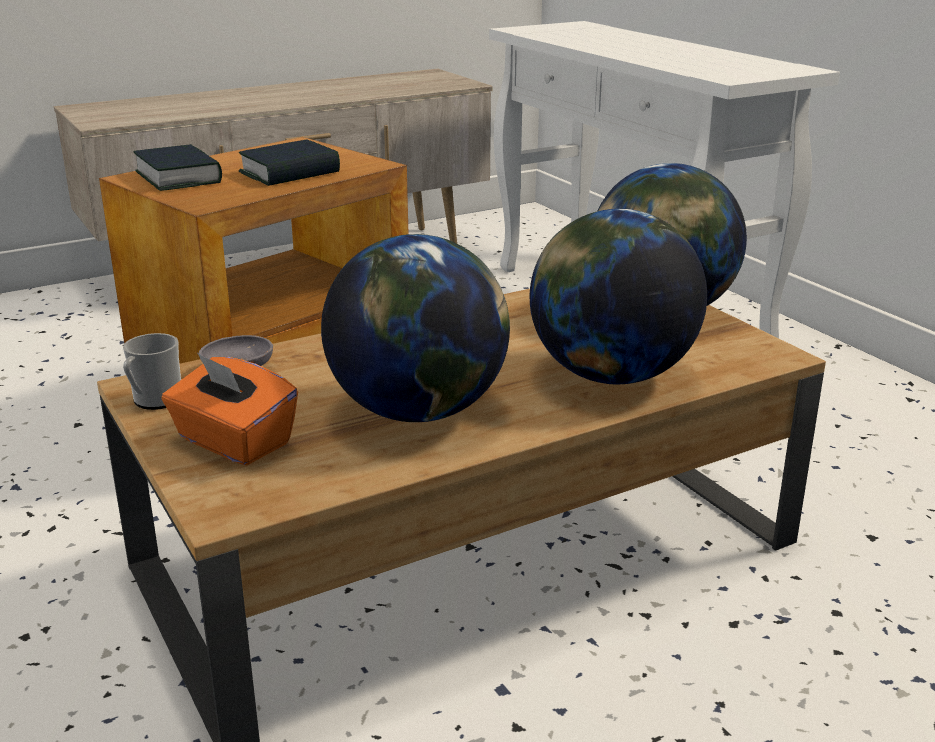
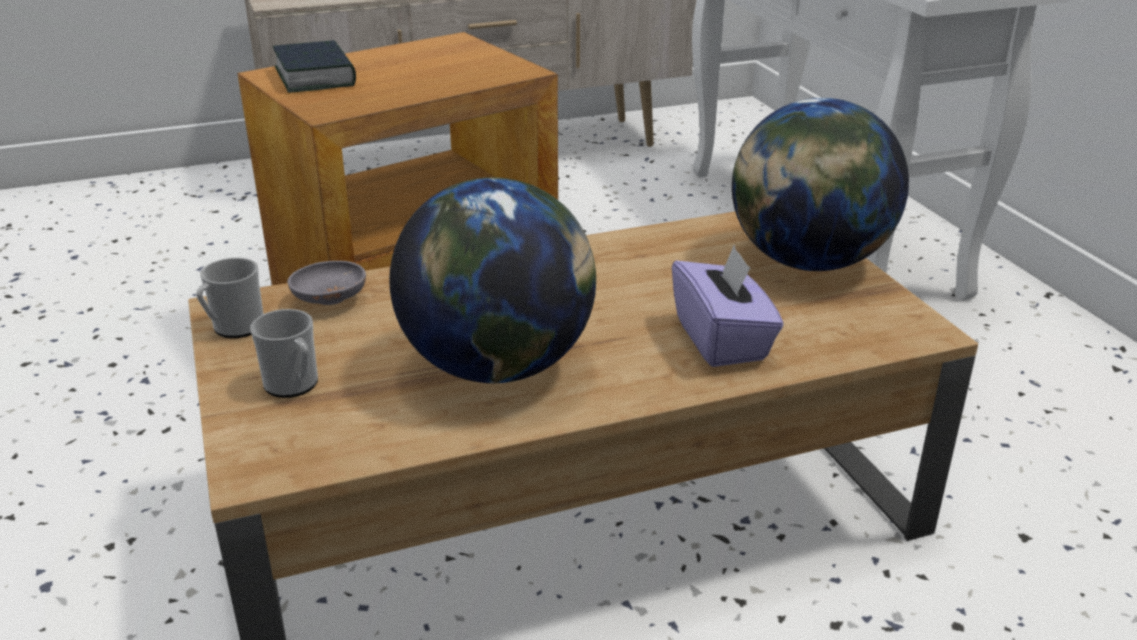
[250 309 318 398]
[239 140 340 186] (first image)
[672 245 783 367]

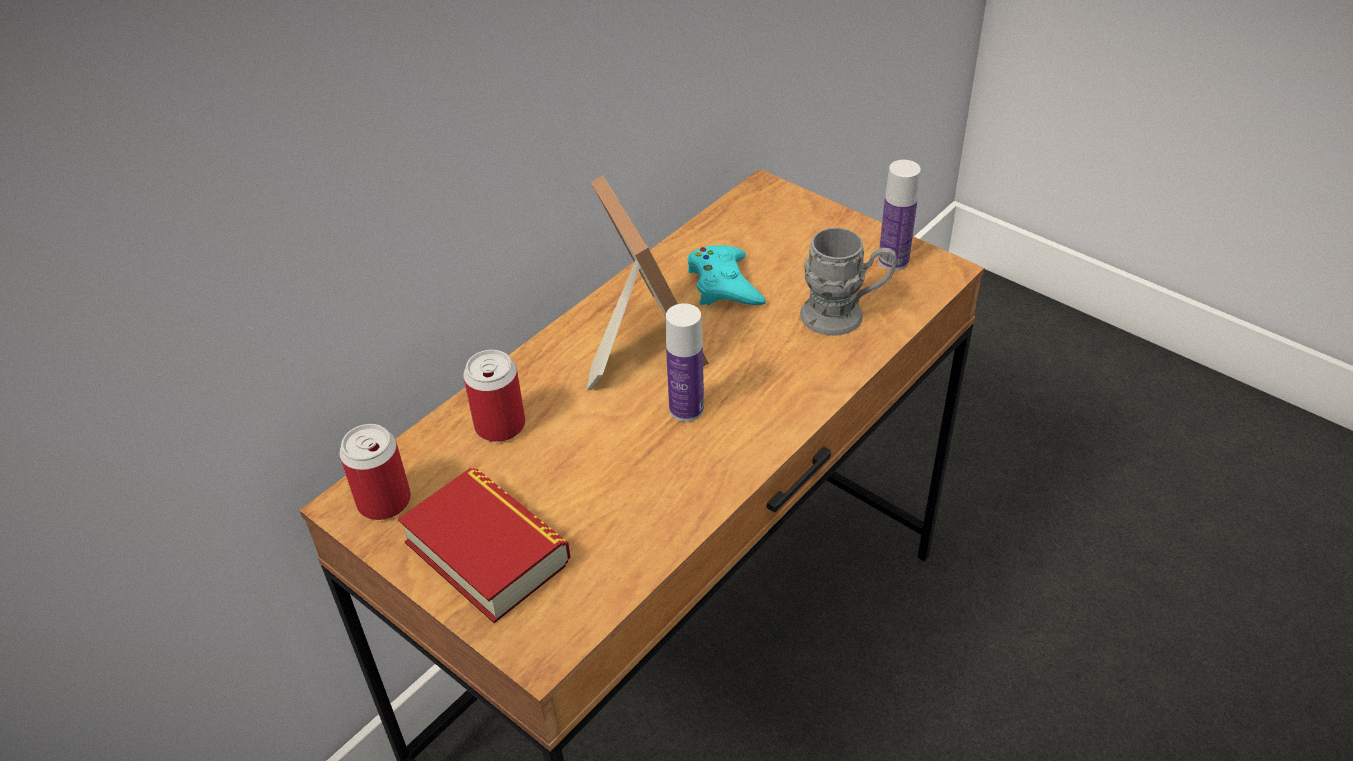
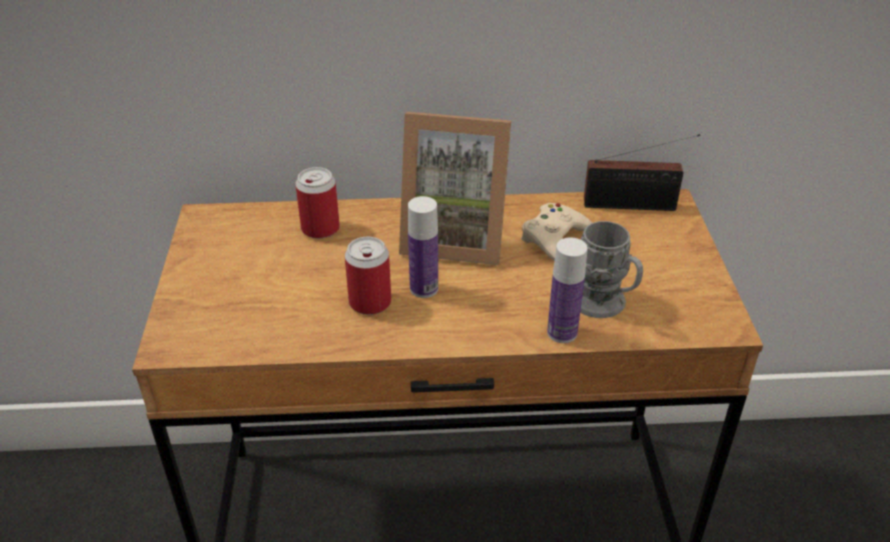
[345 237 391 315]
[398 468 571 623] (first image)
[399 112 511 265]
[521 203 592 260]
[547 238 588 343]
[584 134 700 211]

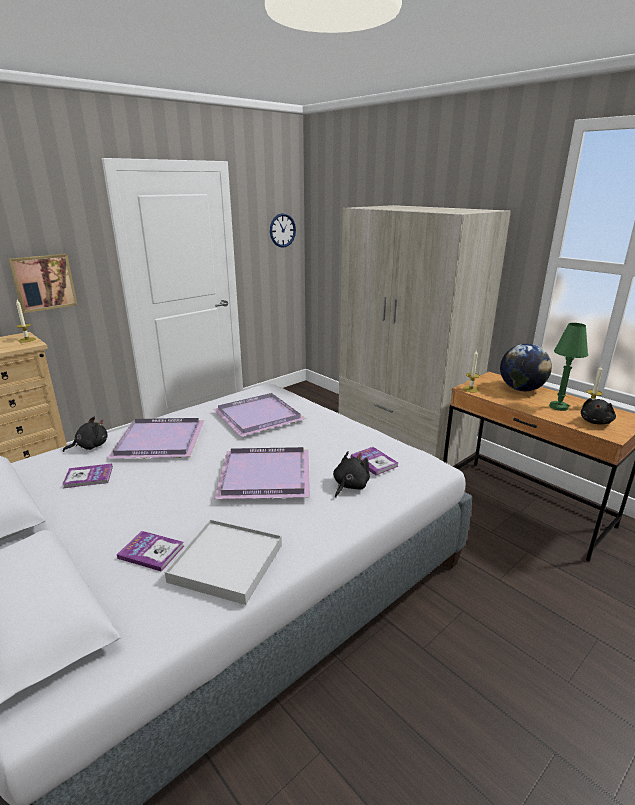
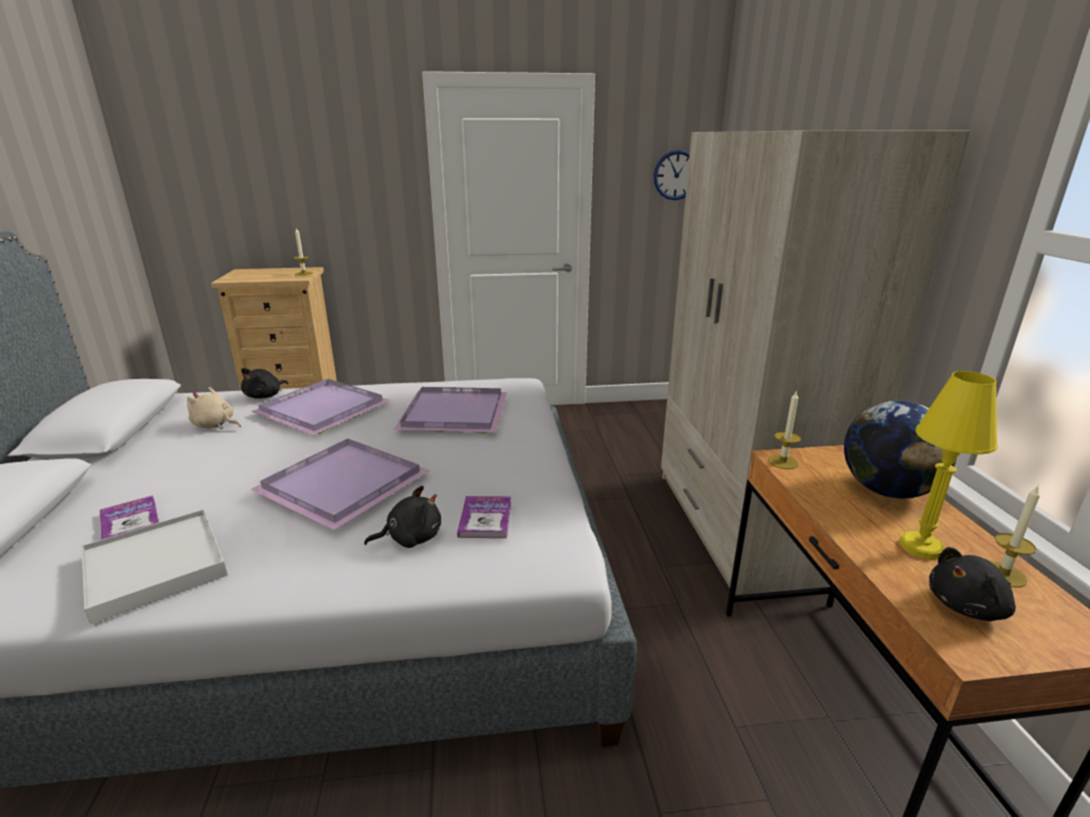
[9 254 77 313] (first image)
[187 387 241 429]
[241 368 288 399]
[900 371 998 559]

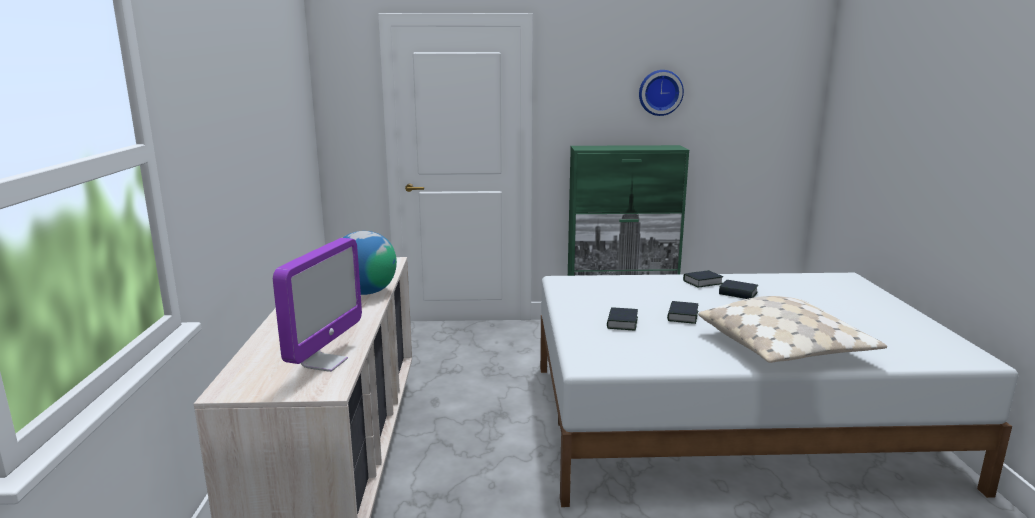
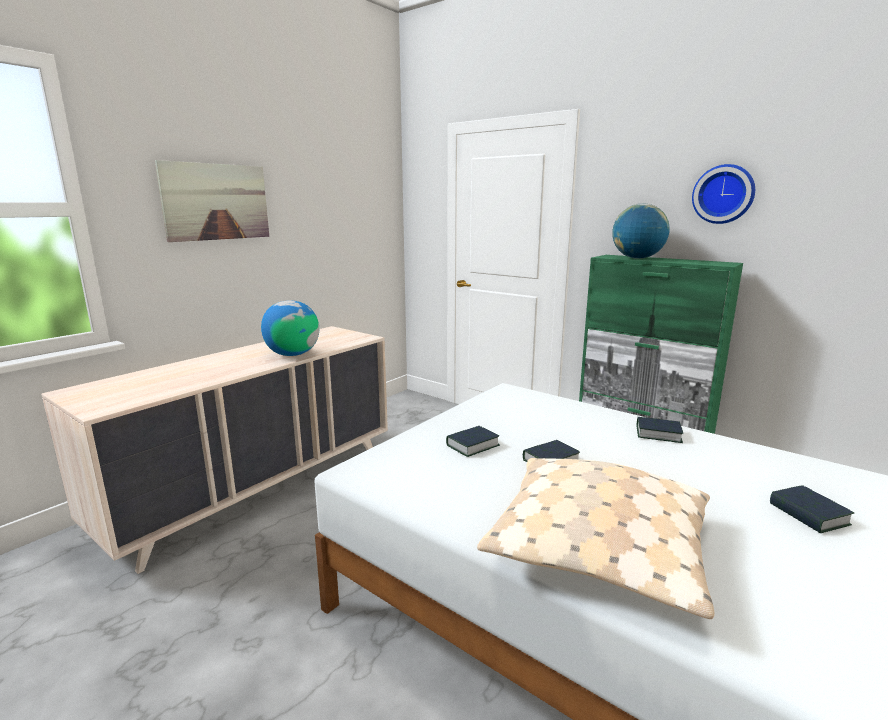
[273 238 362 372] (first image)
[770 485 854 533]
[155 160 269 242]
[612 203 670 259]

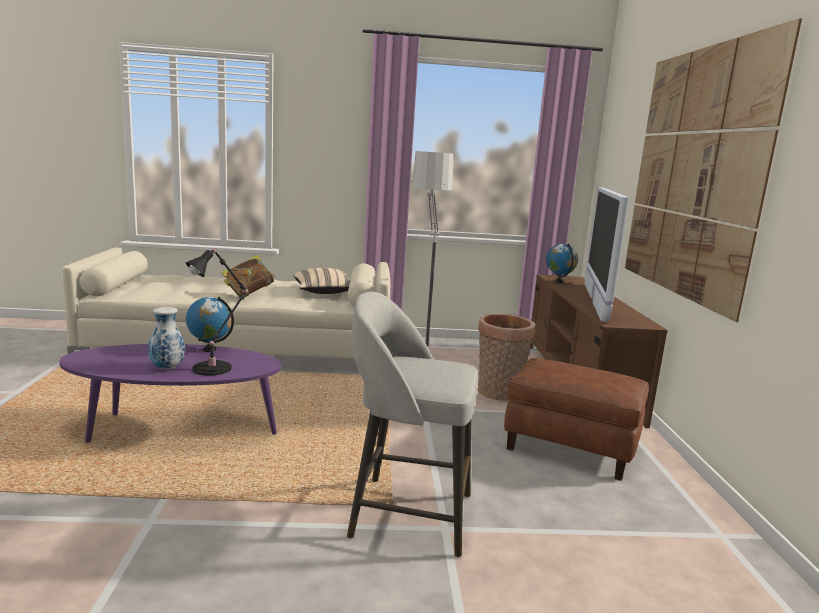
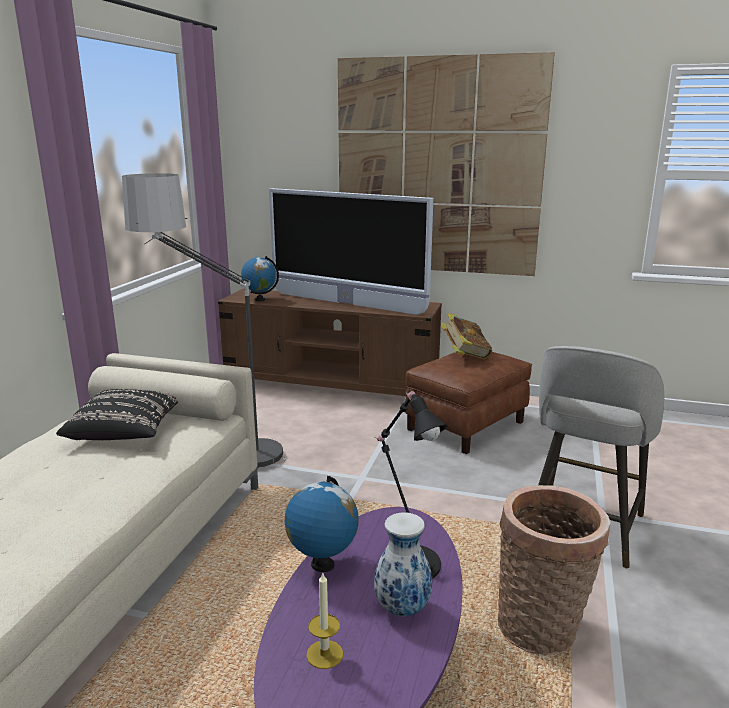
[441 313 492 359]
[56 389 178 440]
[498 485 611 655]
[306 573 343 669]

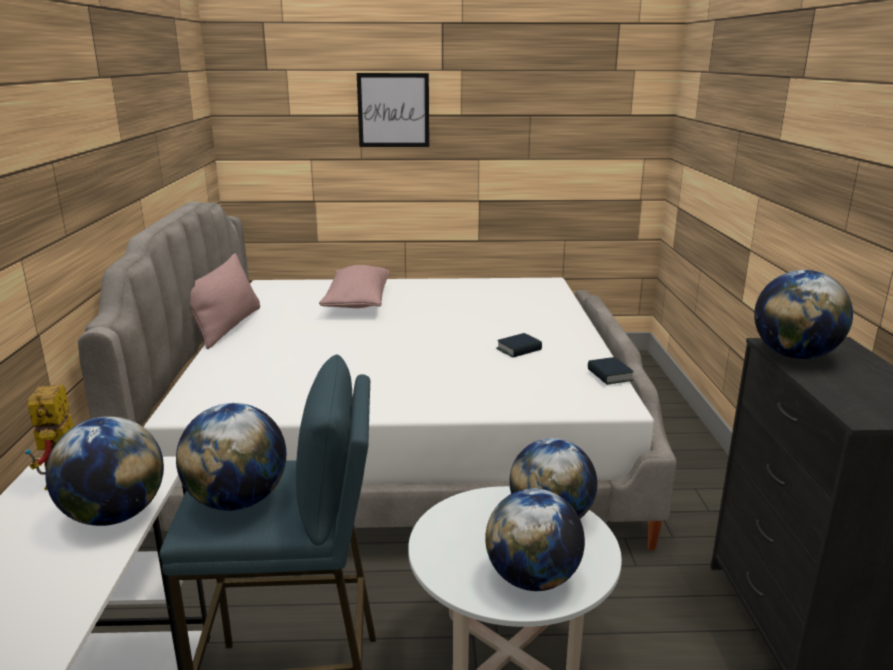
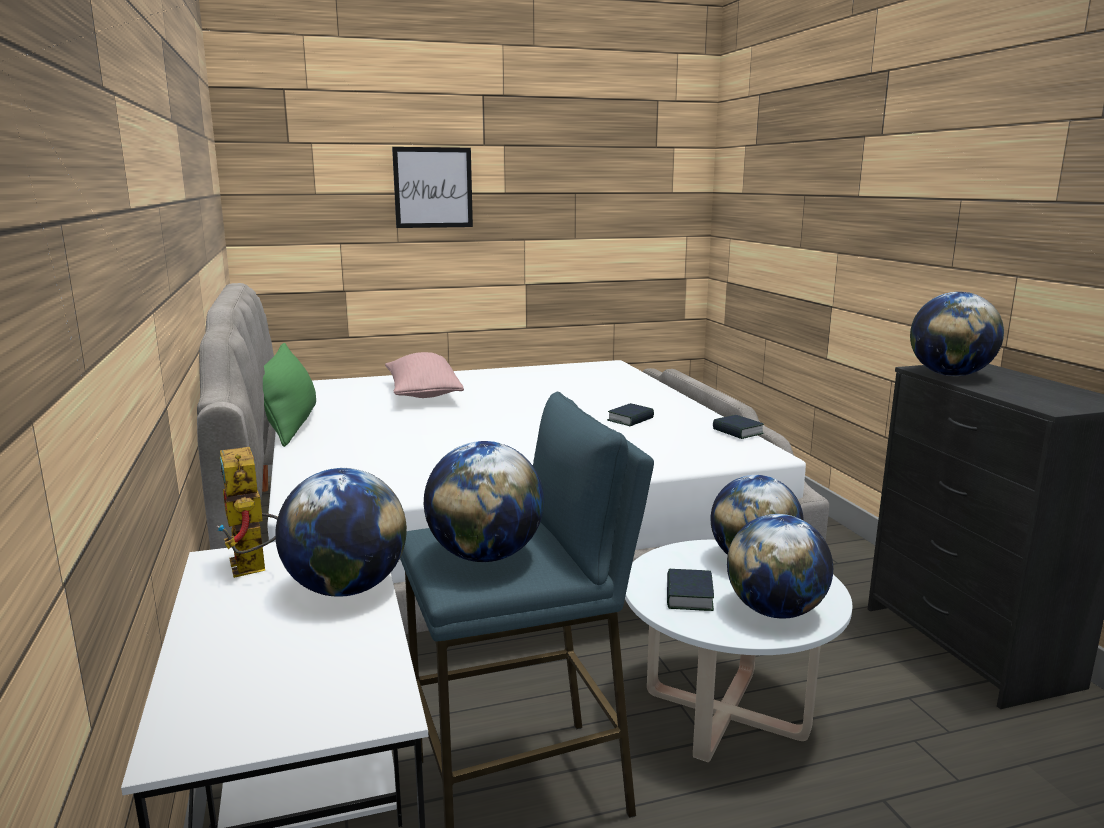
[263 343 316 447]
[667 569 714 611]

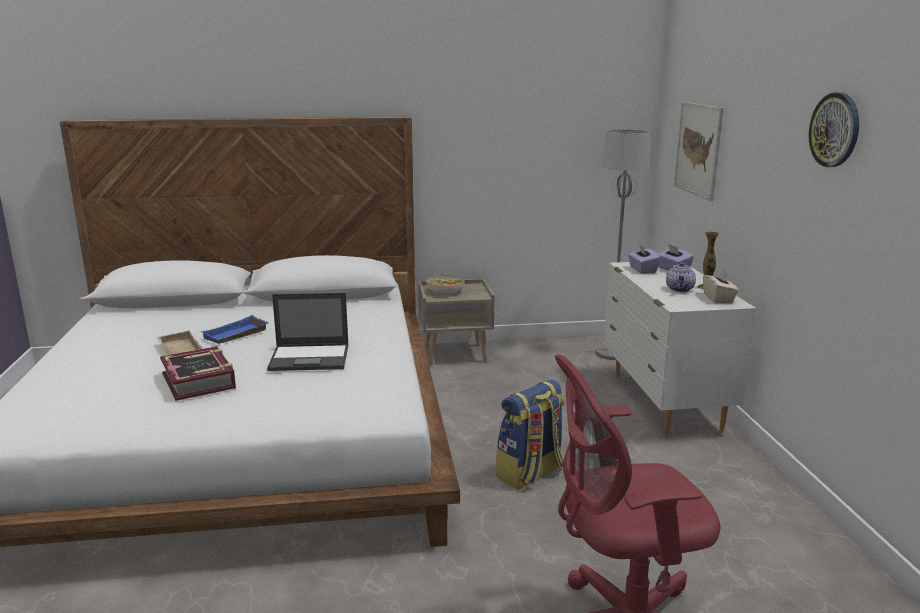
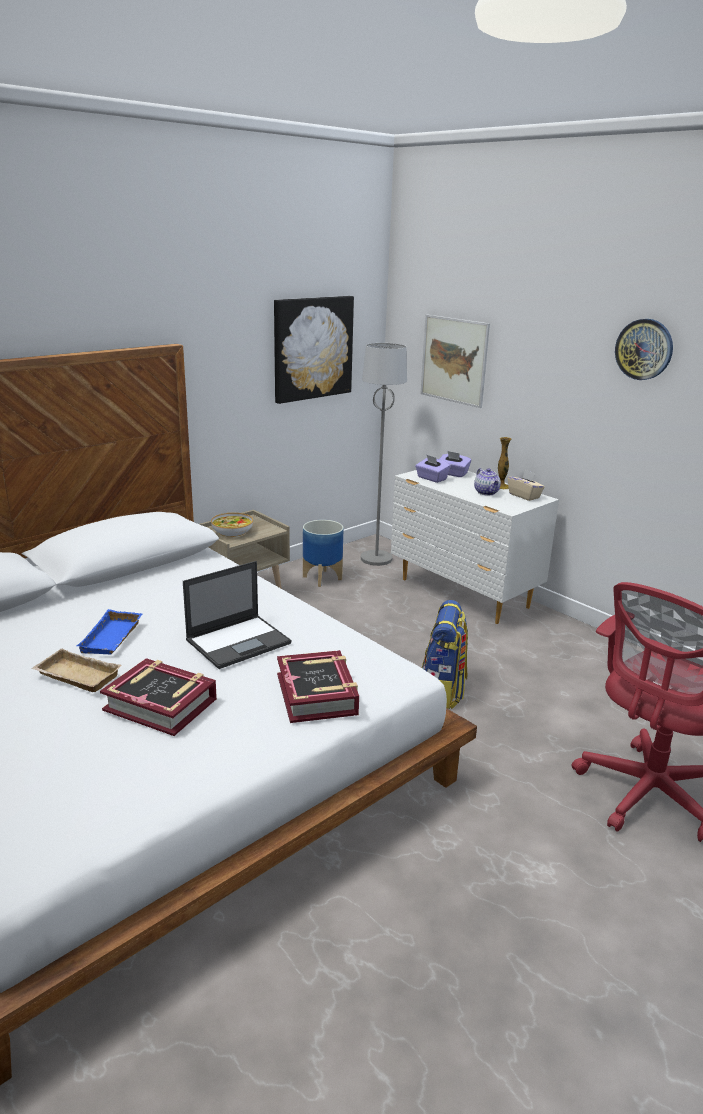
[274 296 354 404]
[277 650 359 723]
[303 520 344 587]

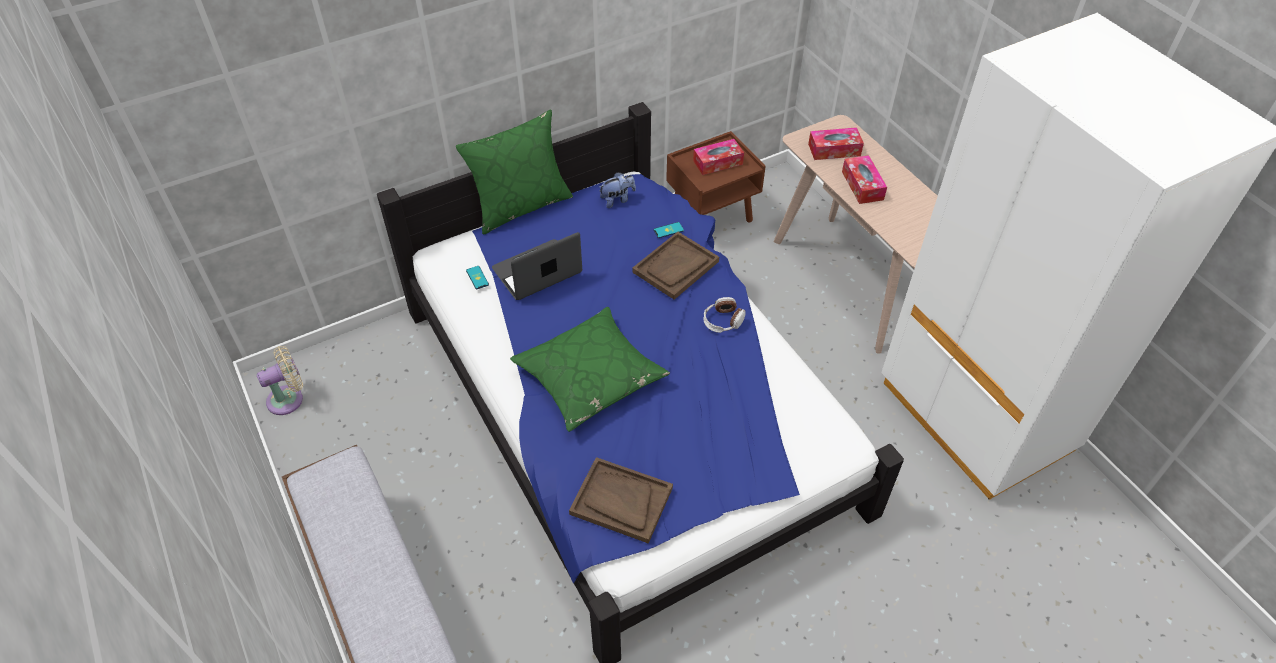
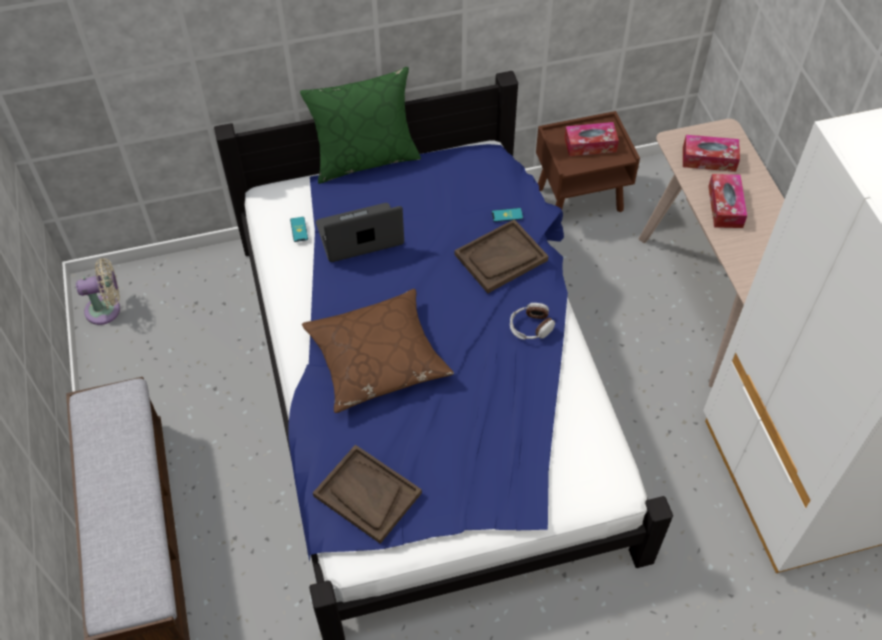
[302 289 454 413]
[599 172 636 208] (first image)

